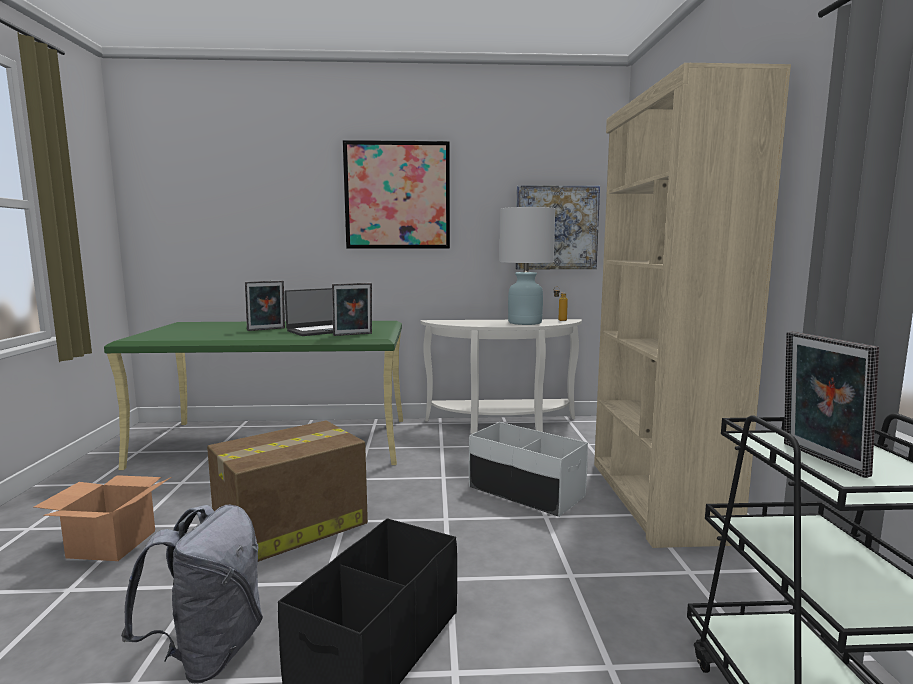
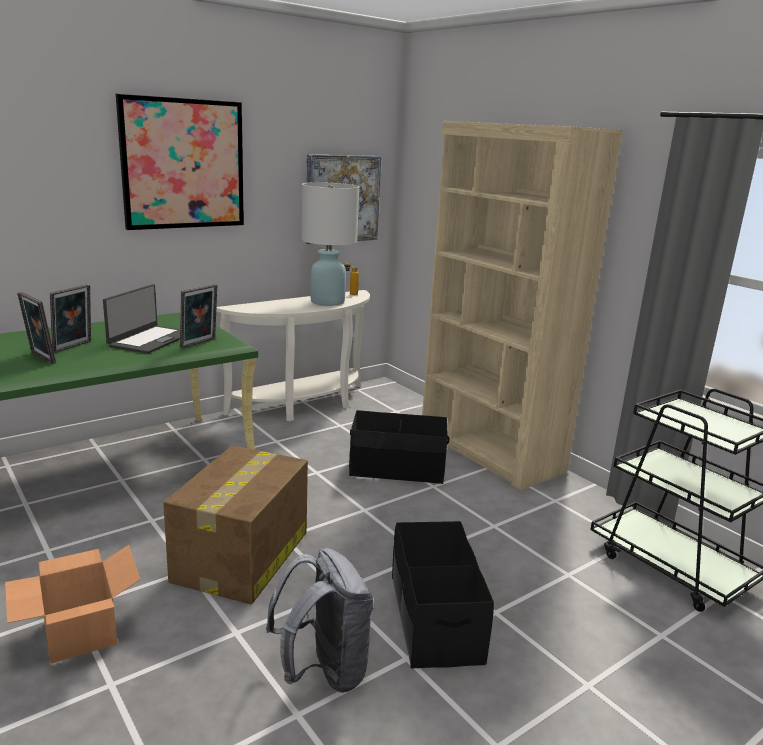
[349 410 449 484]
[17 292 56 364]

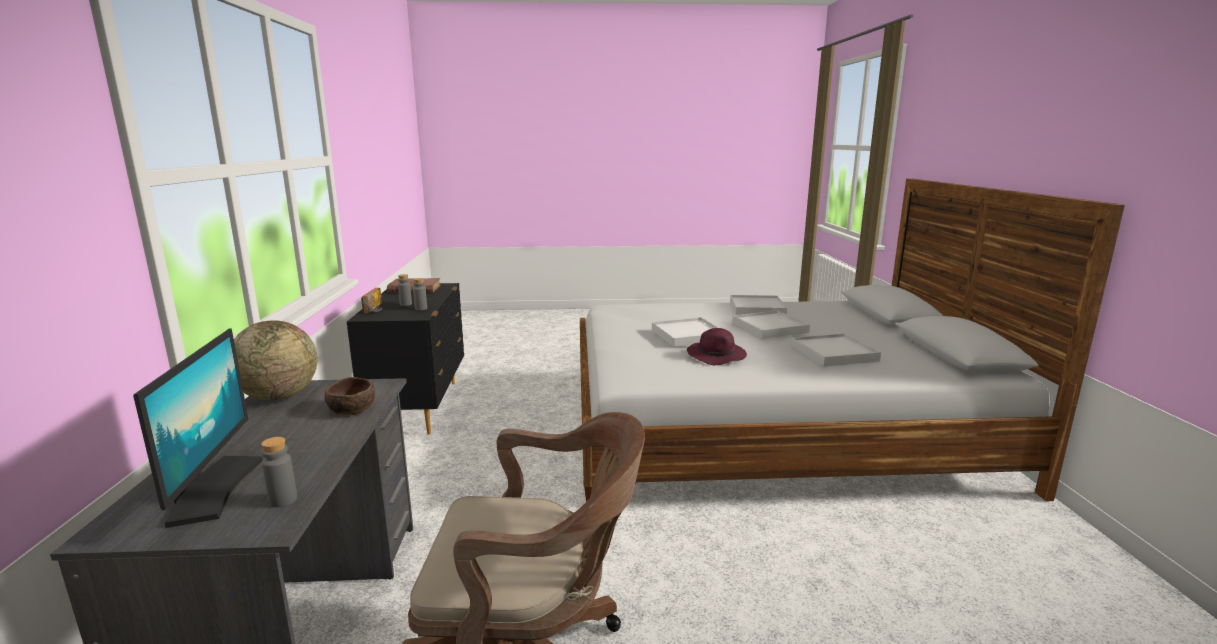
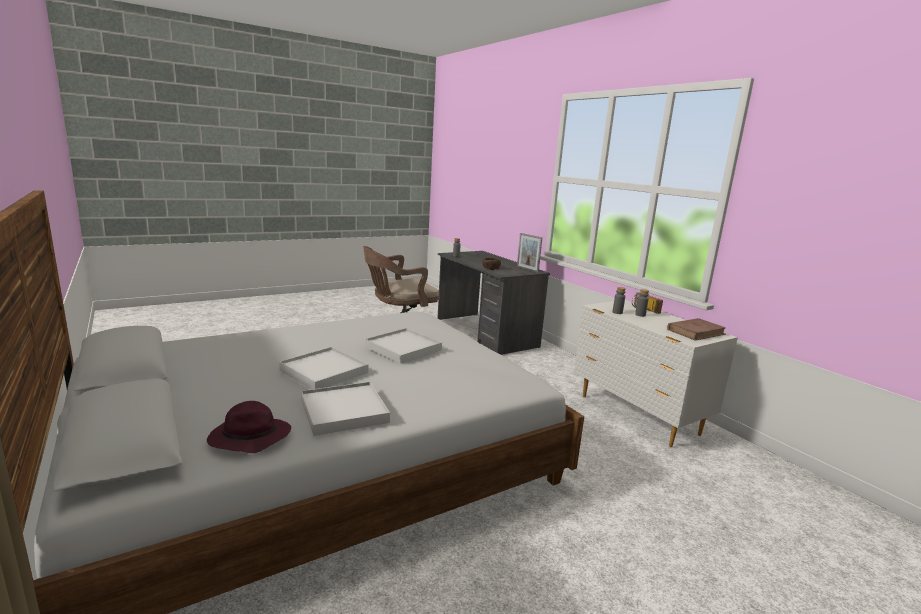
[133 329 263 528] (first image)
[517 233 542 273]
[574 300 738 447]
[207 401 291 453]
[791 334 881 367] (first image)

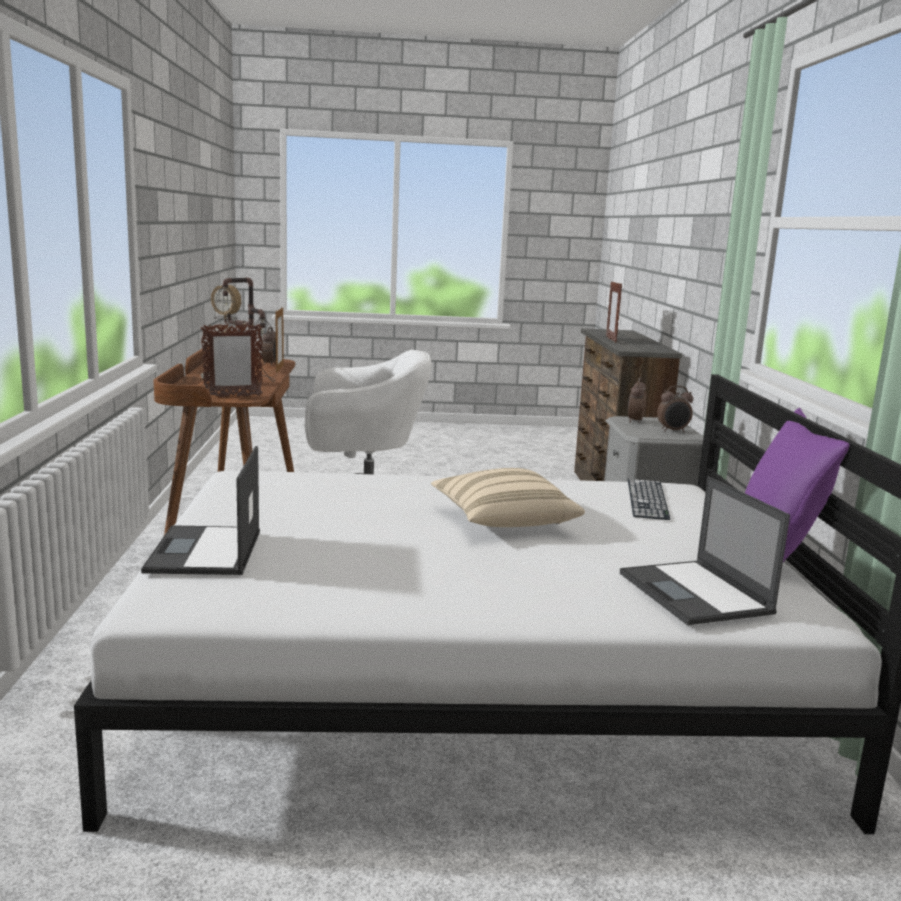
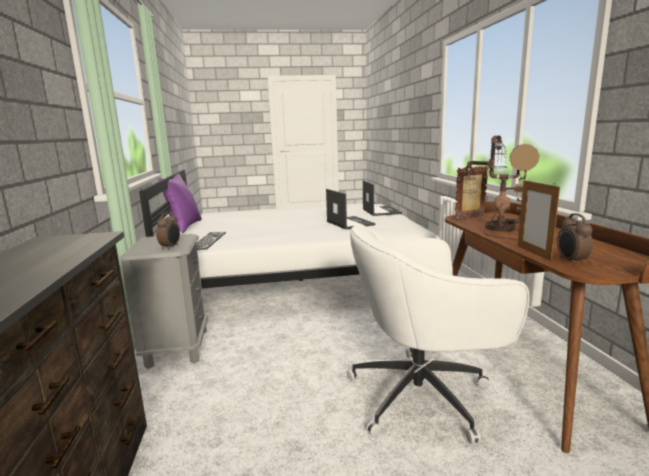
[431 468 585 527] (first image)
[606 282 622 343] (first image)
[326 189 376 230]
[657 386 693 432] (first image)

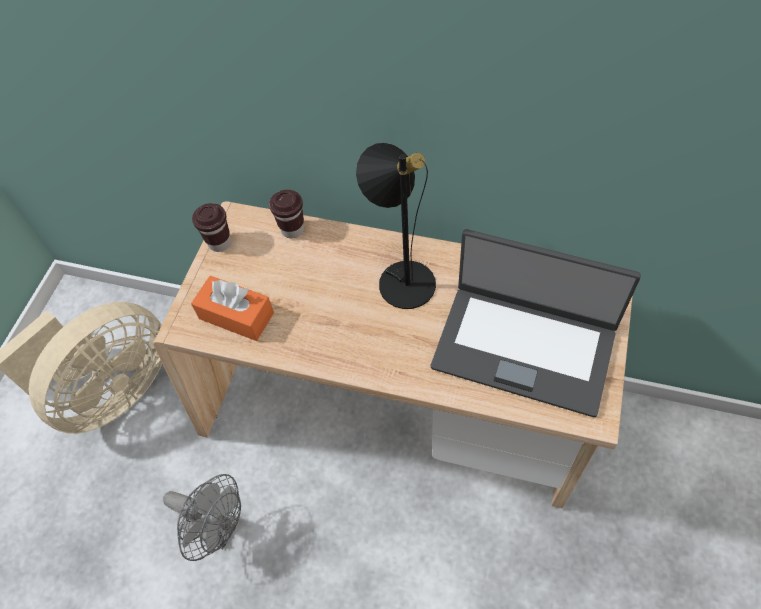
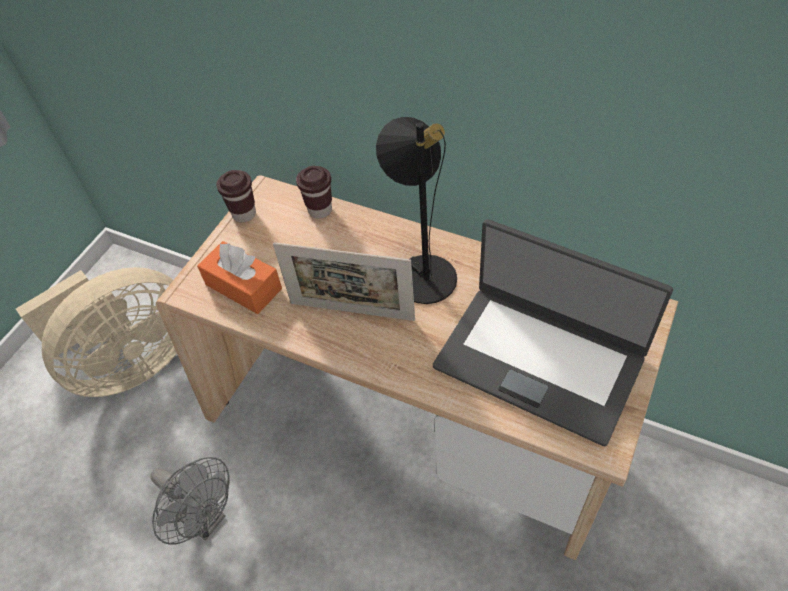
[273 242 415 321]

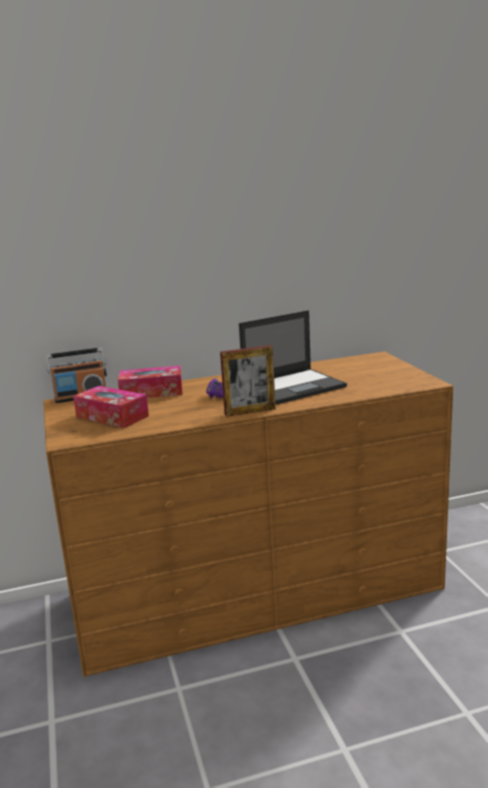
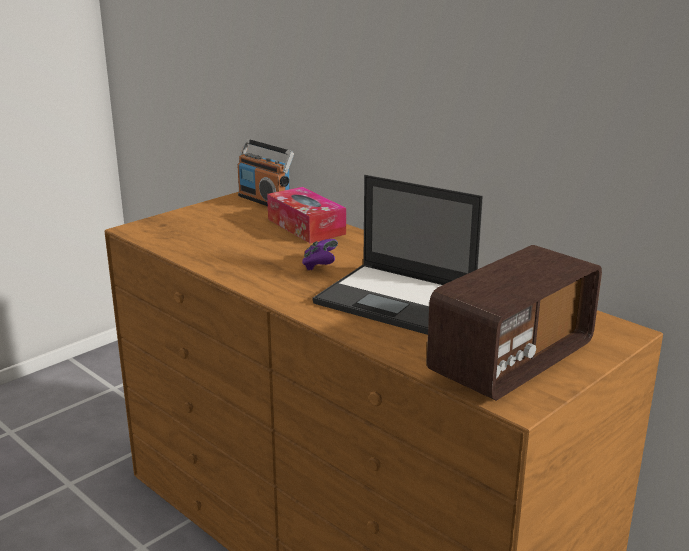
[73 386 149 428] (first image)
[220 345 276 417] (first image)
[427 245 602 401]

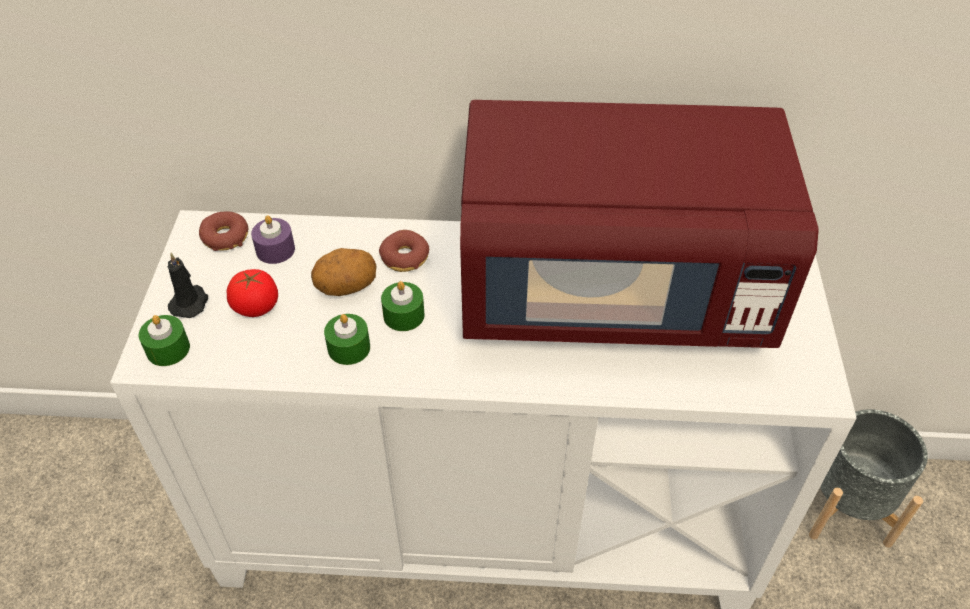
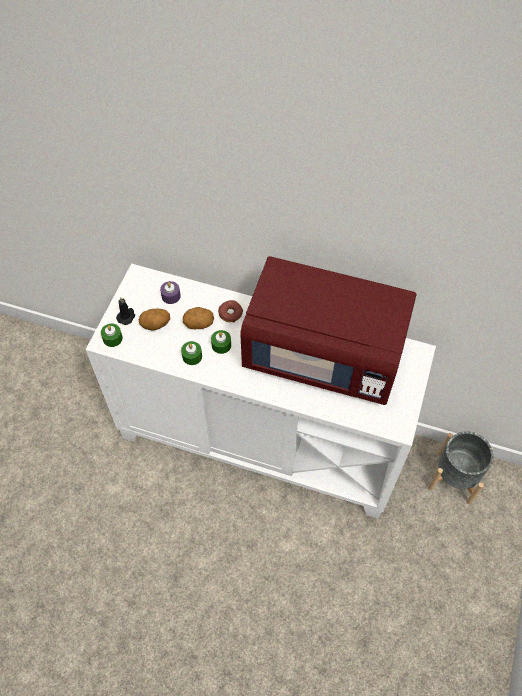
[199 212 249 251] (first image)
[139 309 170 331]

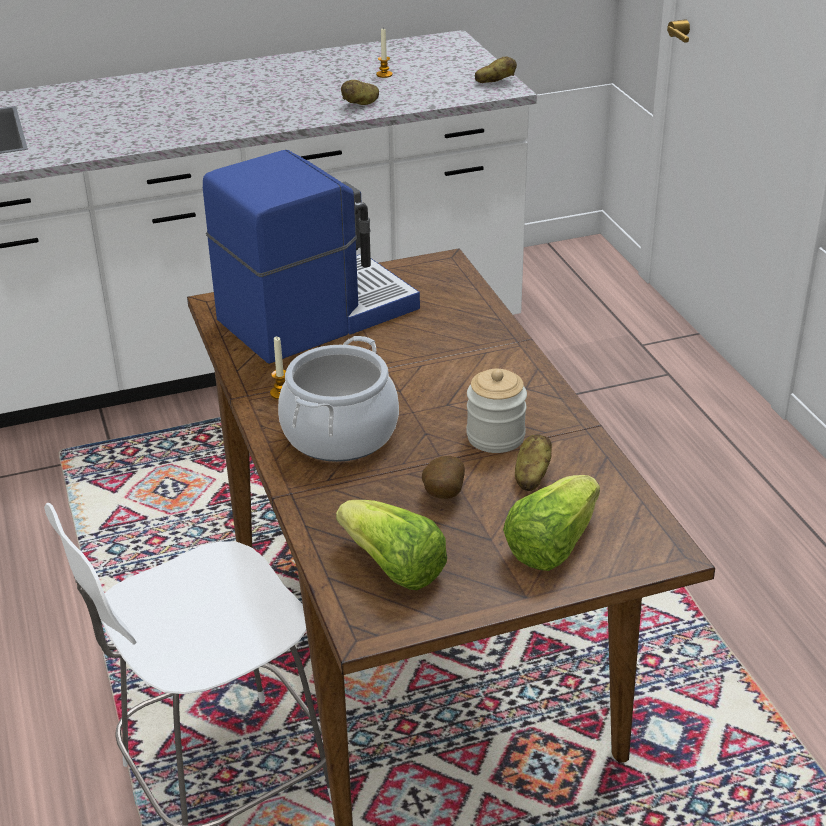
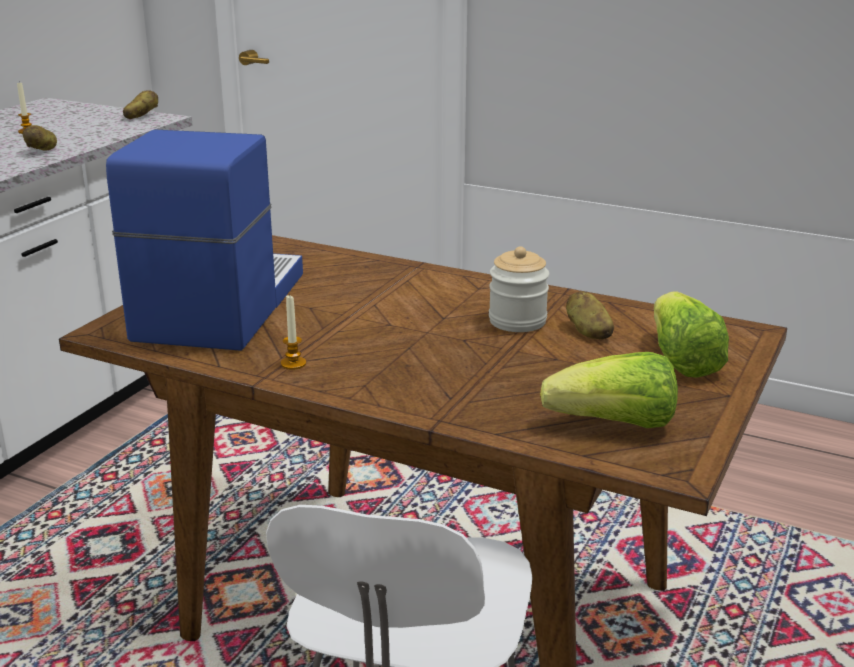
[278 336 399 462] (first image)
[422 456 465 499] (first image)

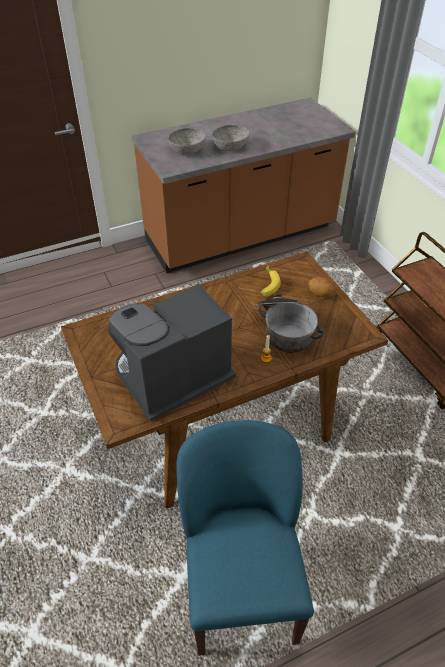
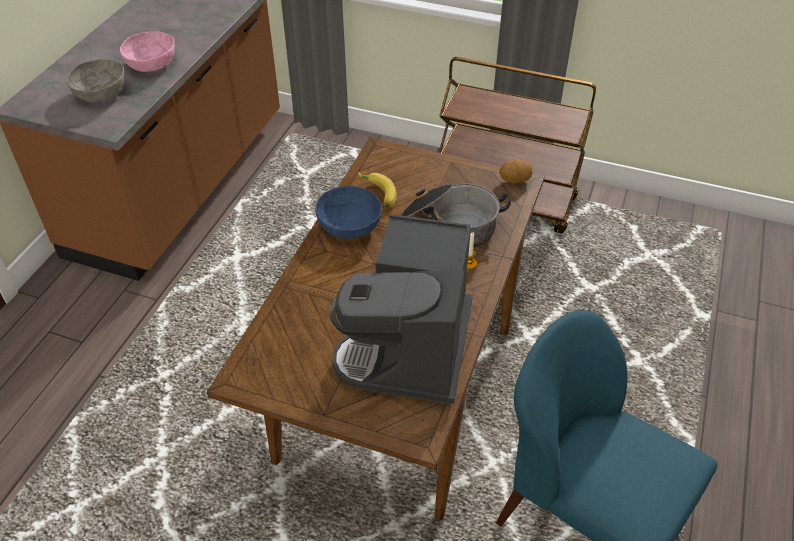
[120 31 175 72]
[499 159 533 183]
[315 186 382 239]

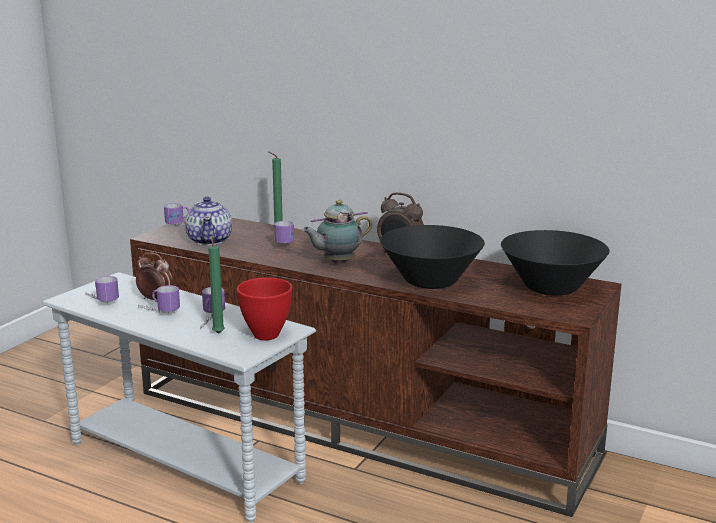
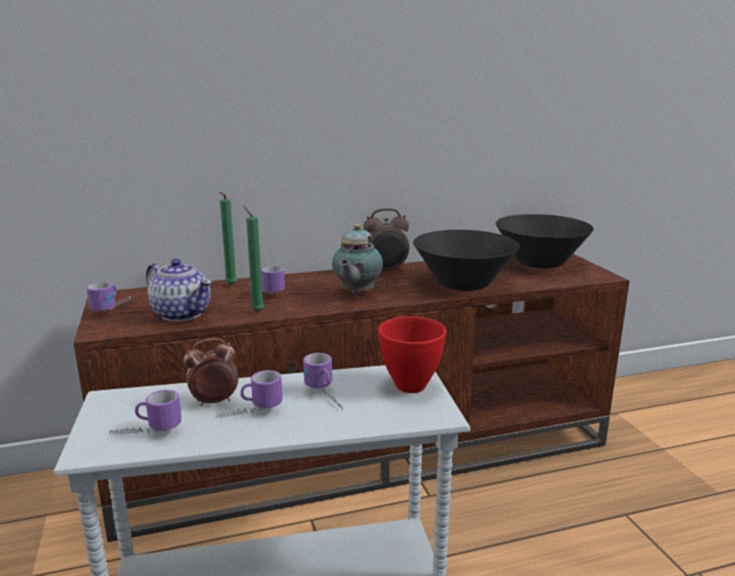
[243 205 264 312]

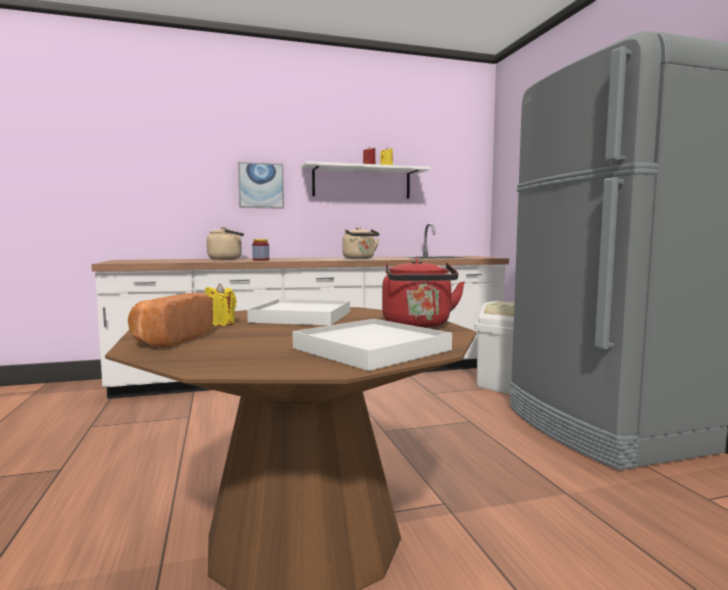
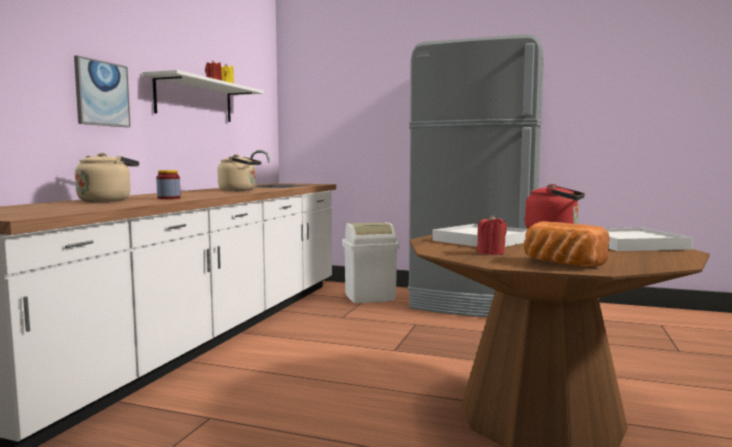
[477 215 507 255]

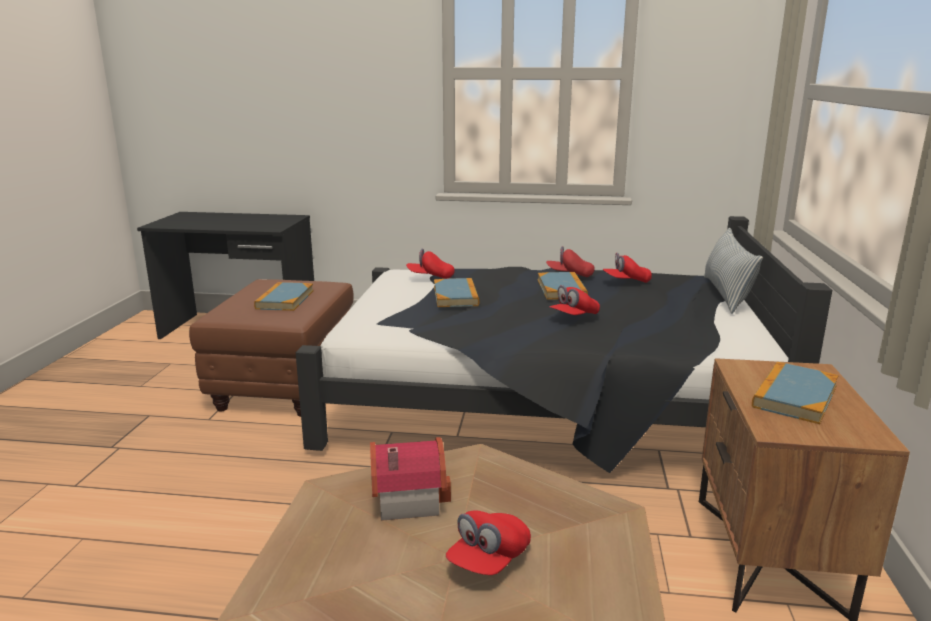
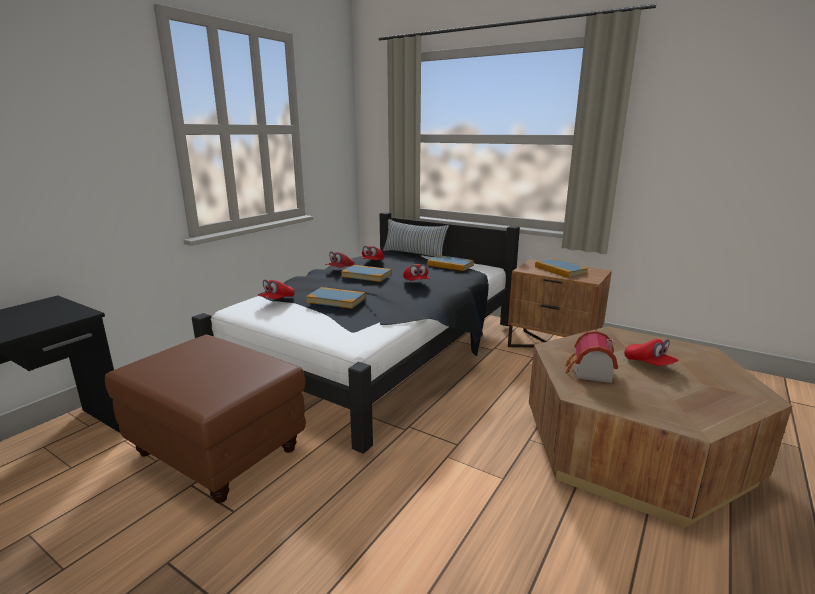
[427 255 474 271]

